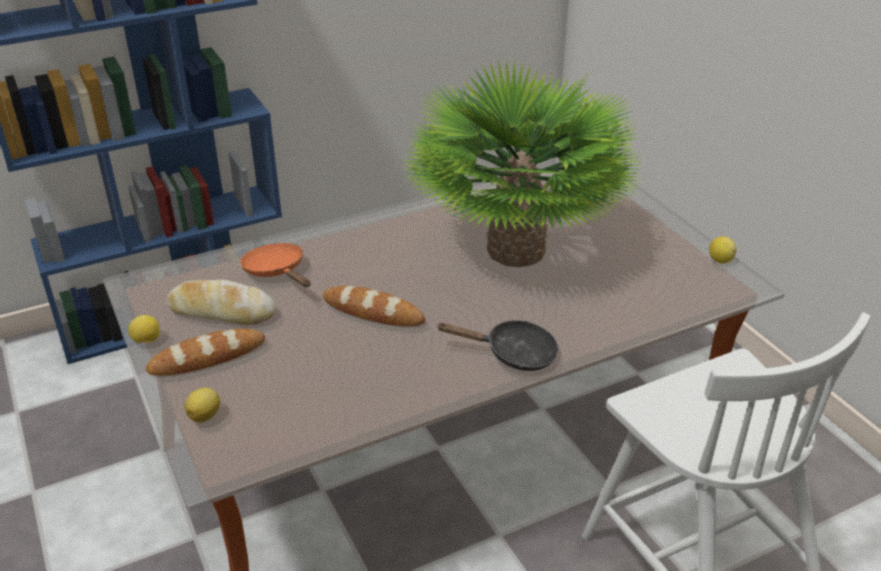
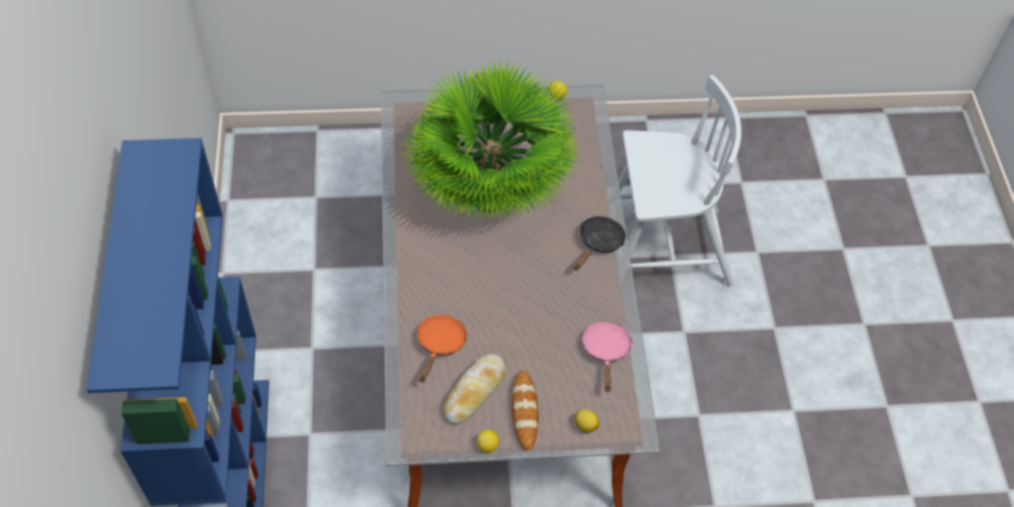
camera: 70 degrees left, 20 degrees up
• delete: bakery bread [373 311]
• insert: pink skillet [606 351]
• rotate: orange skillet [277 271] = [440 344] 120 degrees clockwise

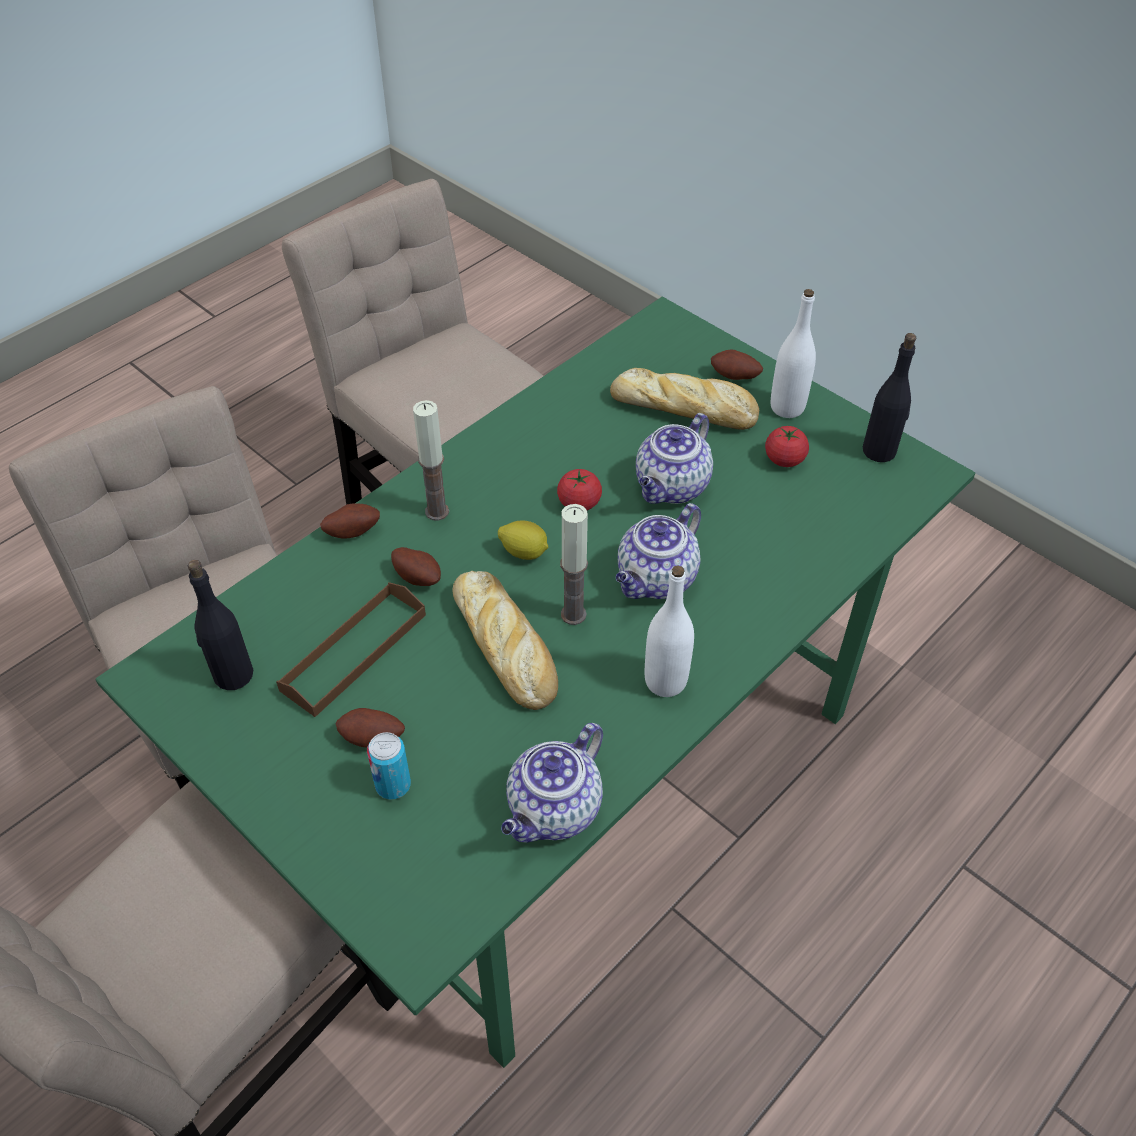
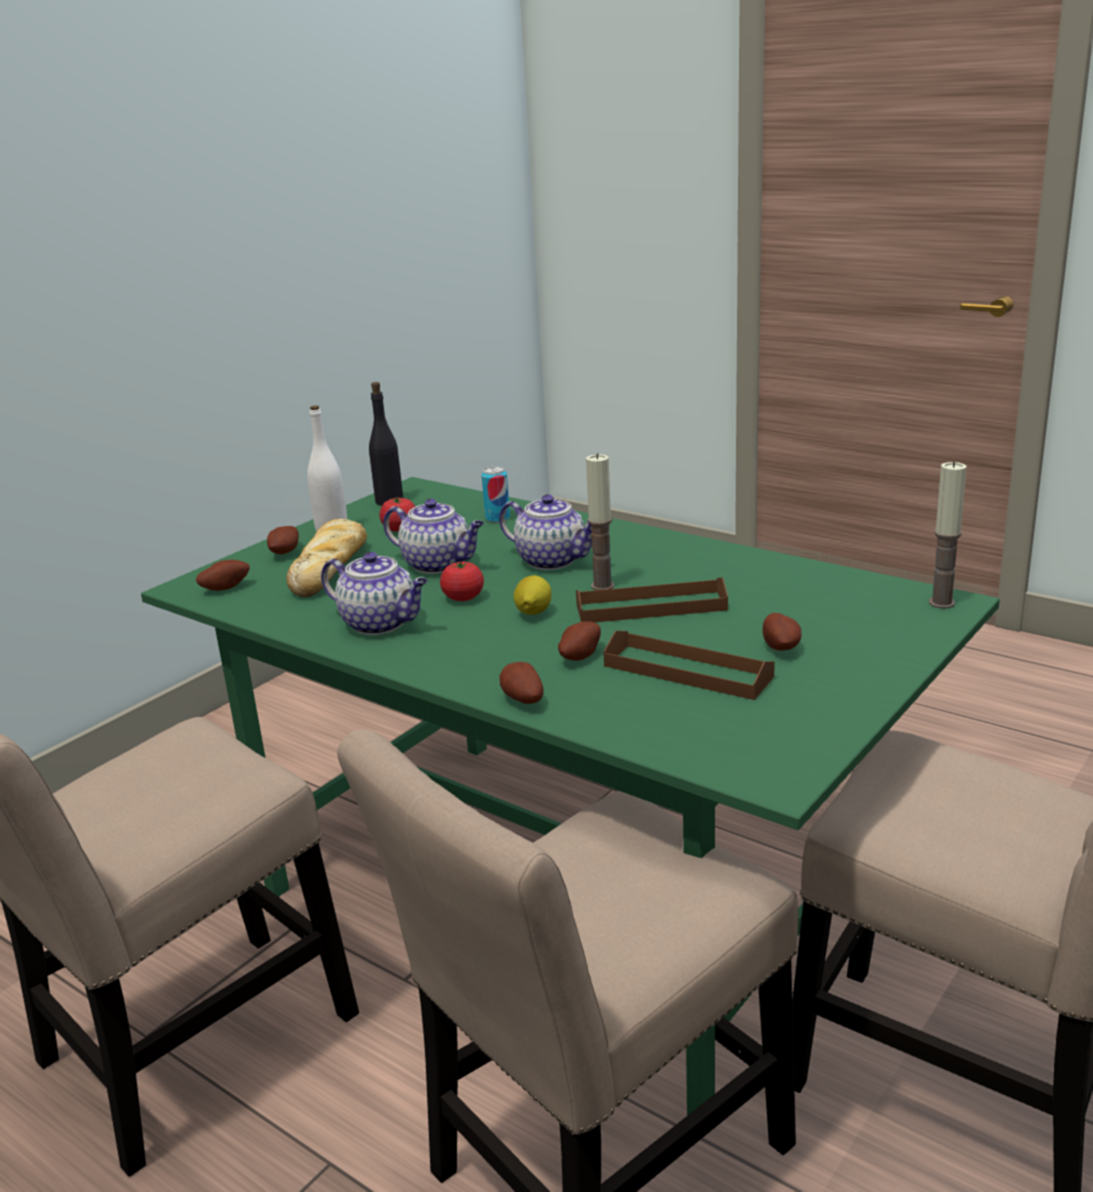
camera: 95 degrees left, 25 degrees down
• delete: black bottle [233 674]
• delete: whitish bottle [665 681]
• insert: whole potato [225 587]
• move: sealed can [393 785] to [497 518]
• move: wax light [437 511] to [942 603]
• move: teapot [554 811] to [381 623]
• replace: bakery bread [506 647] to brownish carrying tray [651 607]

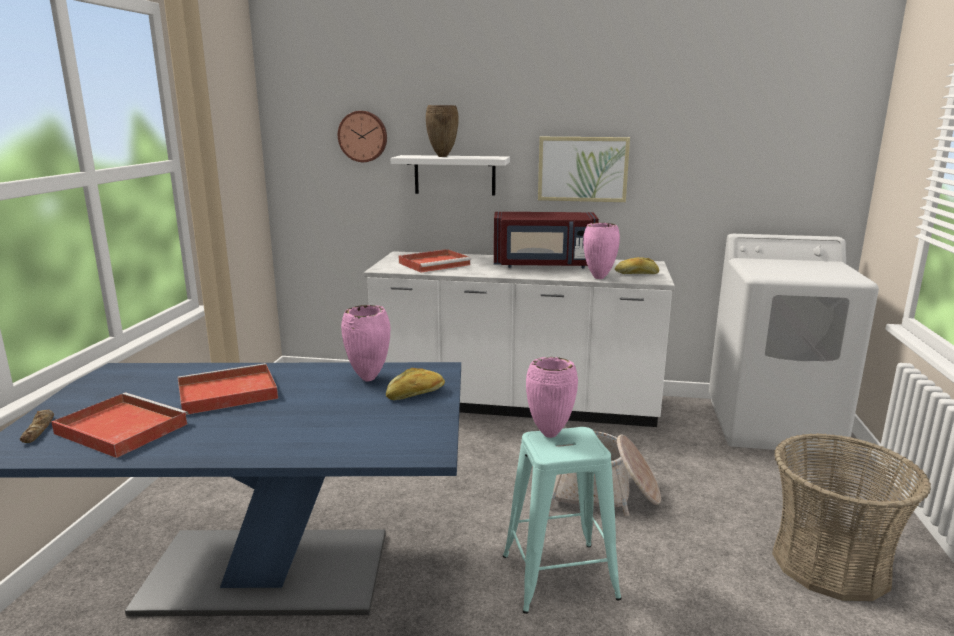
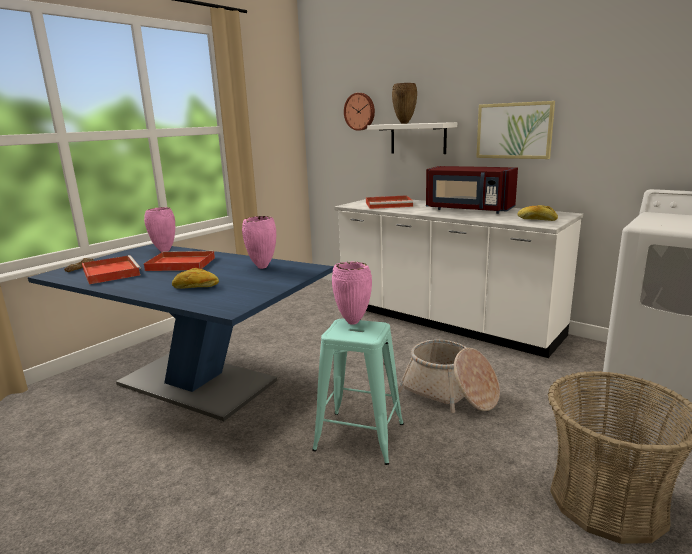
camera: 30 degrees right, 0 degrees up
• move: bakery bread [416 394] to [196 287]
• move: pink vase [598 278] to [164 251]

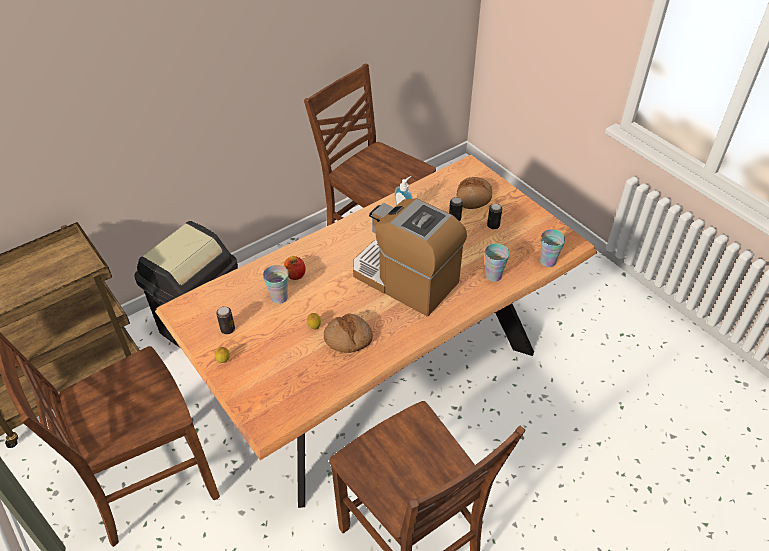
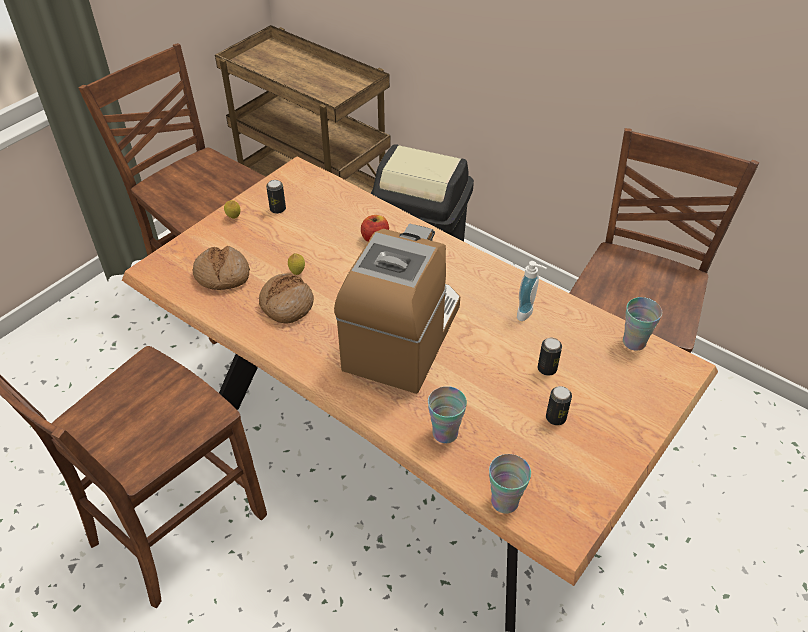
camera: 75 degrees right, 0 degrees up
• move: drinking cup [279 297] to [634 342]
• move: bakery bread [473 198] to [222 275]

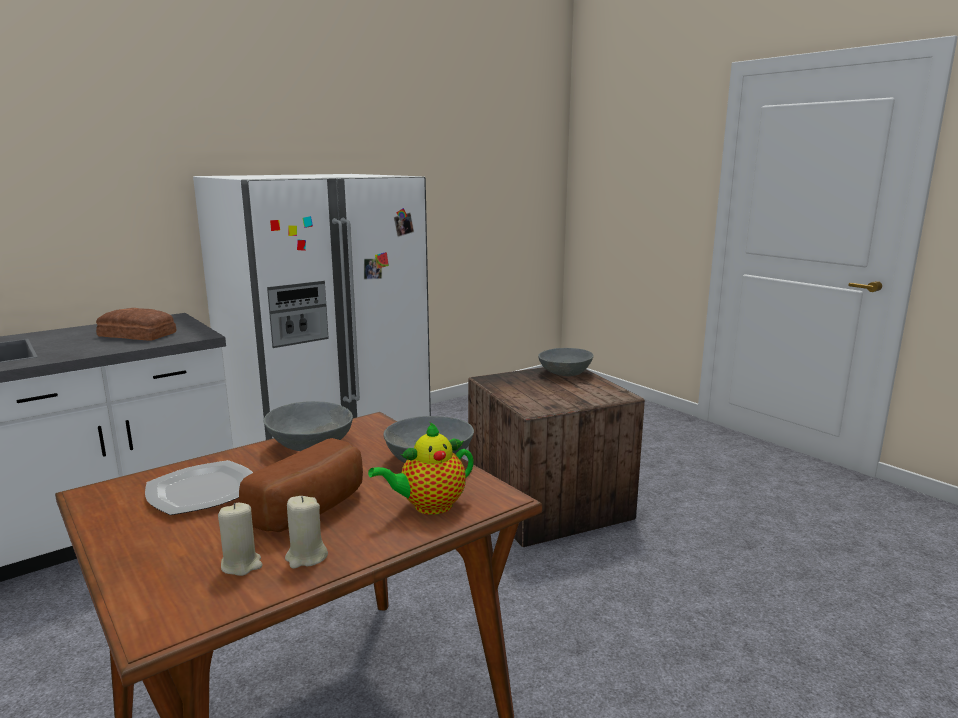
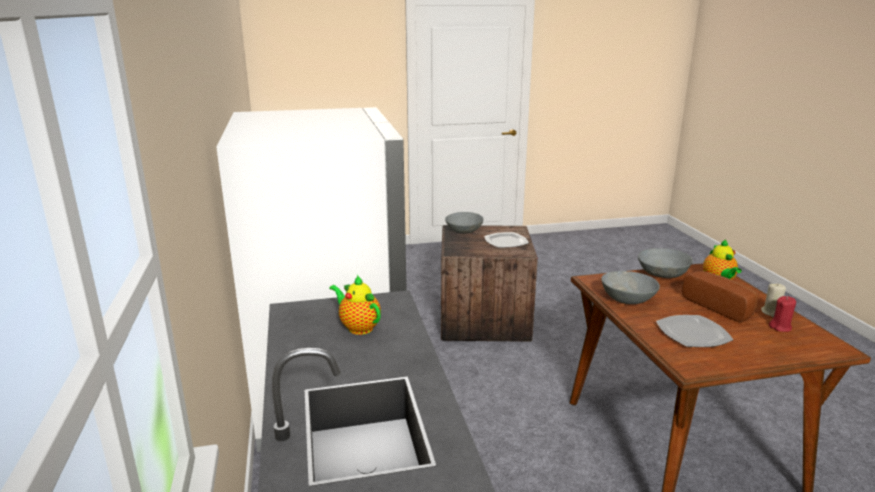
camera: 65 degrees left, 5 degrees up
• insert: flat dish [505 242]
• replace: bakery bread [137 335] to teapot [358 327]
• recolor: sand-coloured wax light [241 564] to red wax light [780 327]

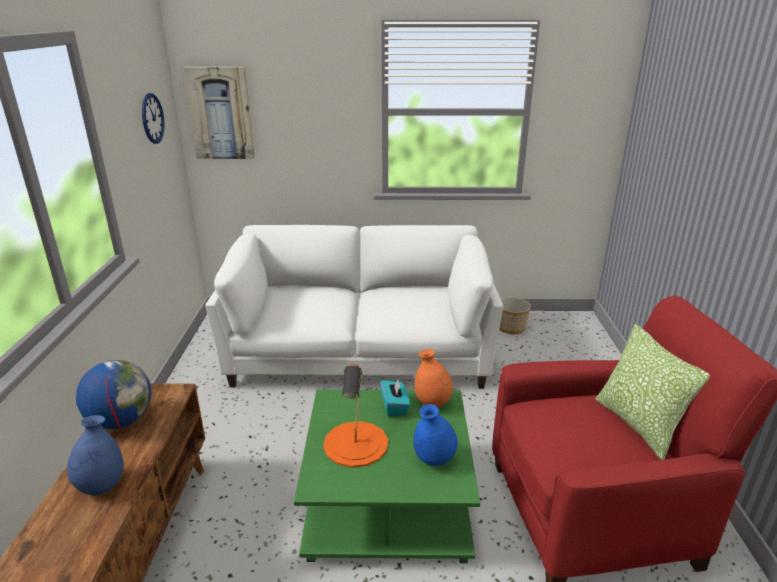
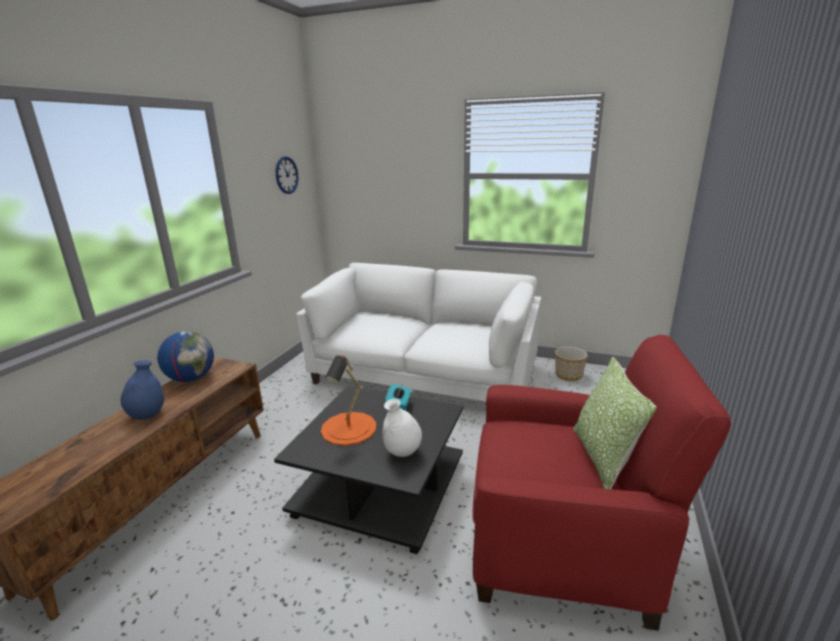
camera: 20 degrees right, 5 degrees down
• delete: wall art [220 113]
• delete: orange vase [432 403]
• recolor: green-coloured low table [389 499] to black low table [382 487]
• recolor: blue-coloured vase [434 459] to whitish vase [402 452]

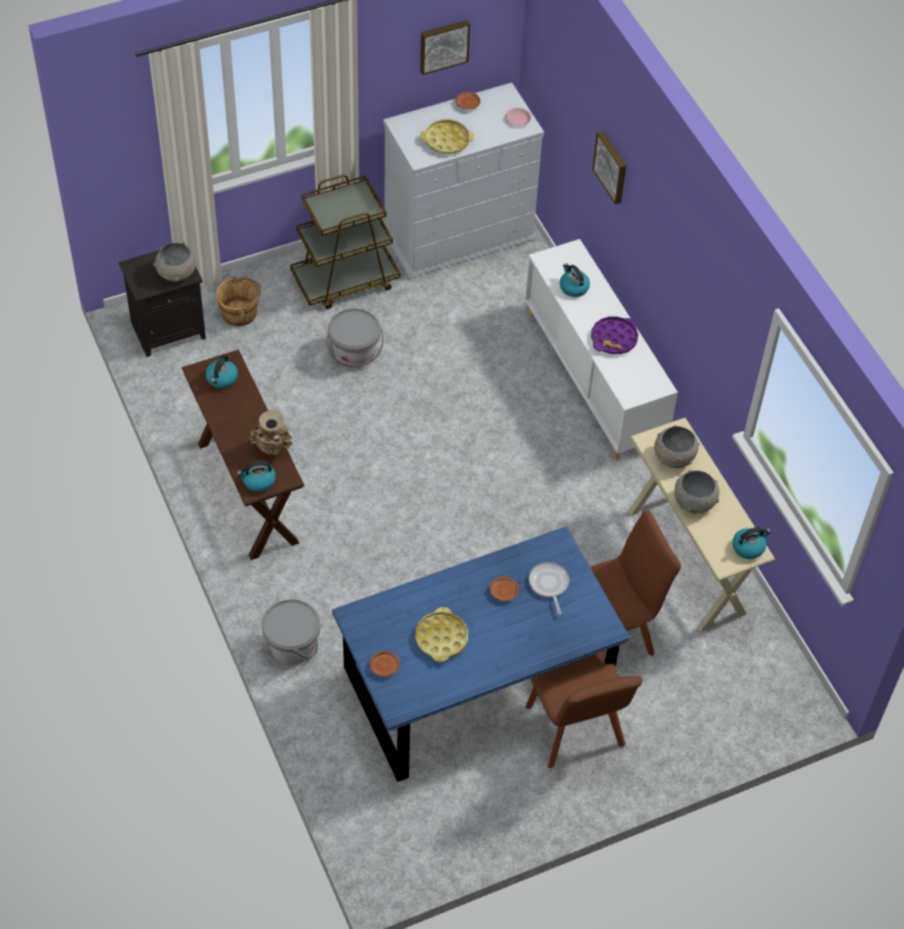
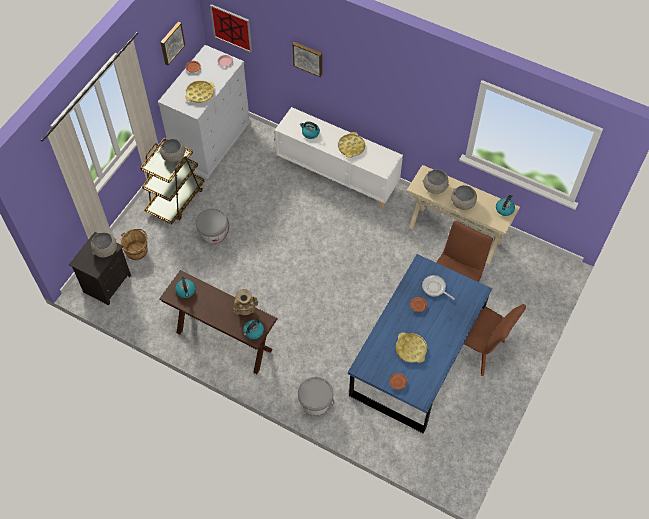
camera: 35 degrees left, 5 degrees up
• insert: grey deep dish [173 156]
• insert: wall art [231 28]
• recolor: purple-coloured carrying tray [614 339] to yellow carrying tray [351 147]

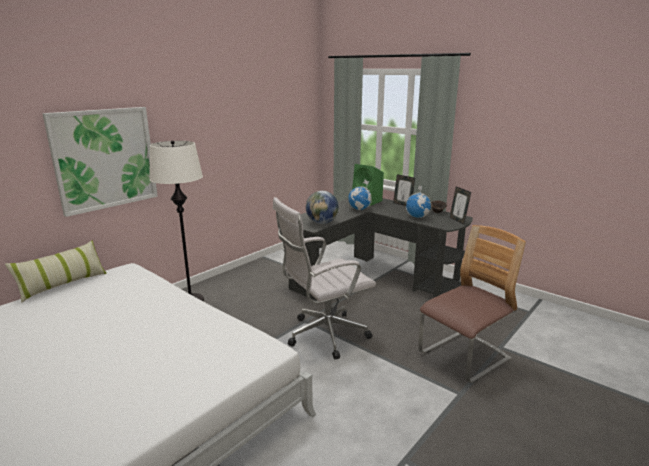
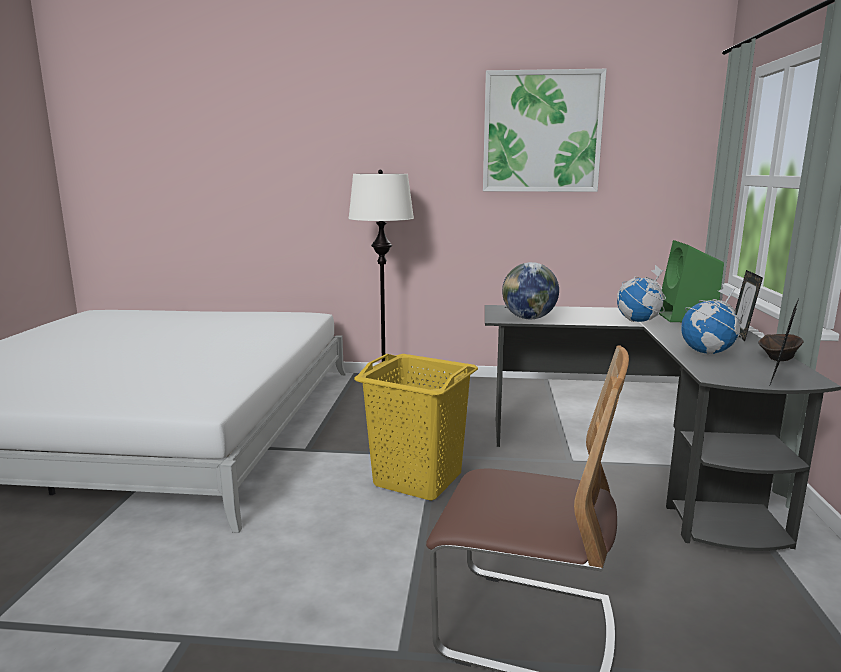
camera: 55 degrees right, 5 degrees down
• delete: cushion [63 284]
• move: wall art [105 159] to [542 132]
• replace: whitish computer chair [323 335] to yellow laundry basket [417 479]

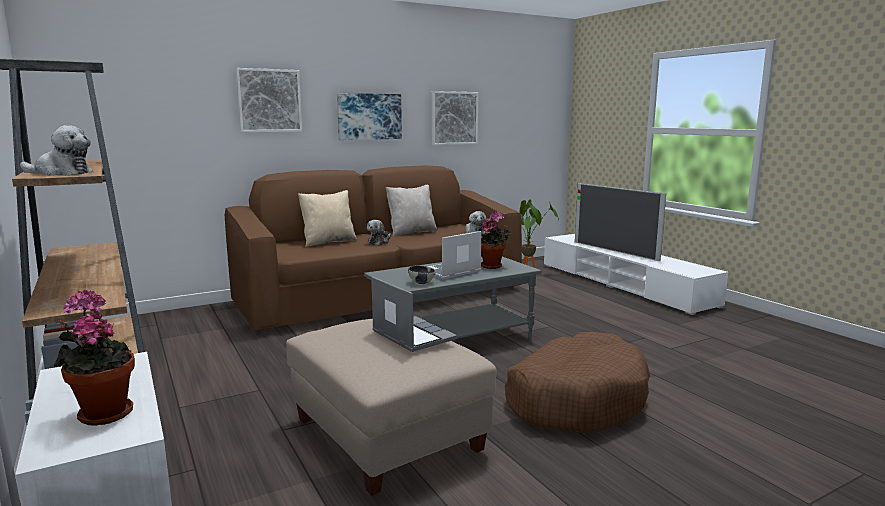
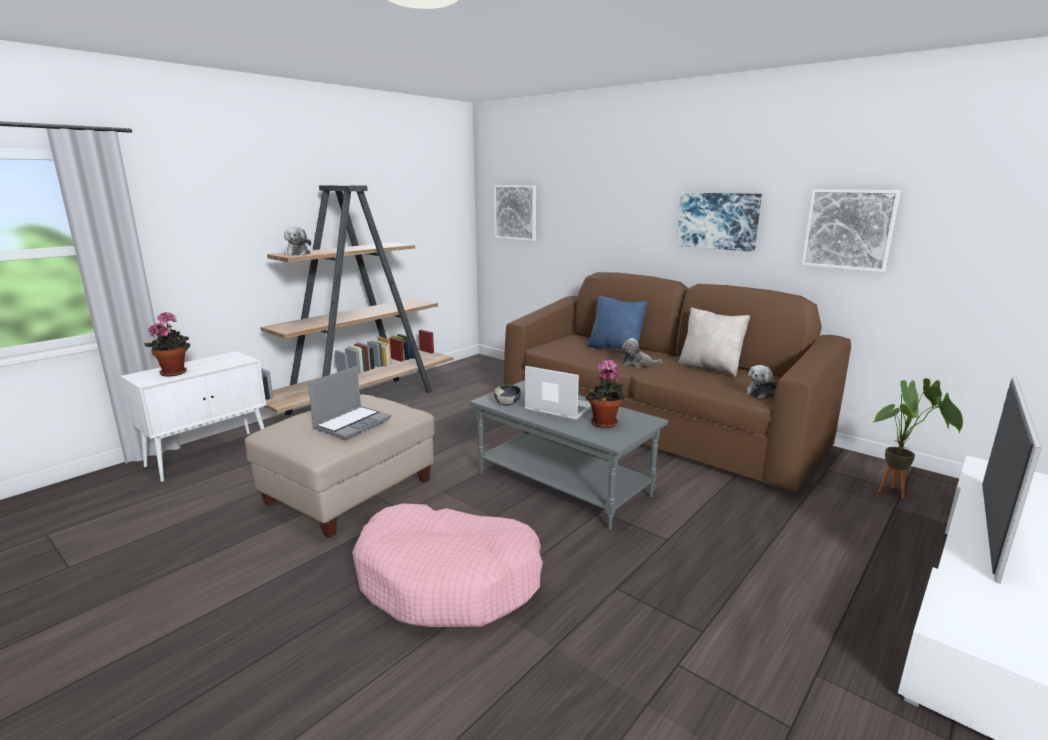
camera: 70 degrees right, 5 degrees up
• move: wall art [269 100] to [515 212]
• recolor: sand-coloured cushion [328 242] to blue-coloured cushion [615 350]
• recolor: brownish pet bed [575 399] to pink pet bed [449 580]

